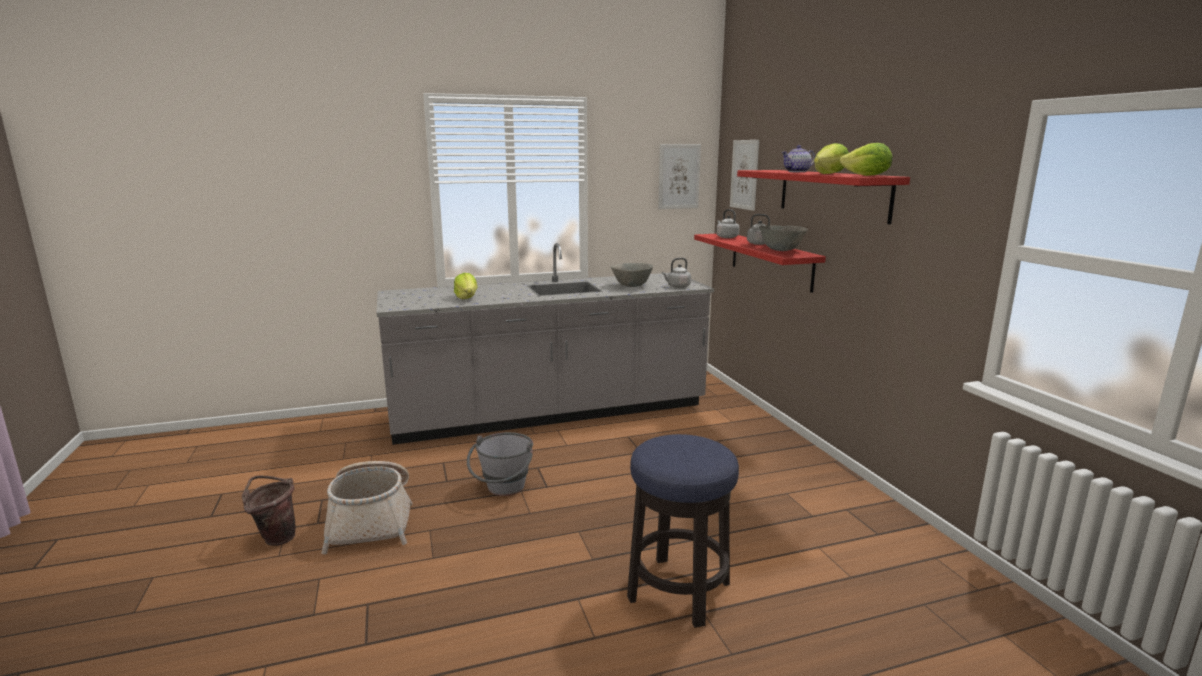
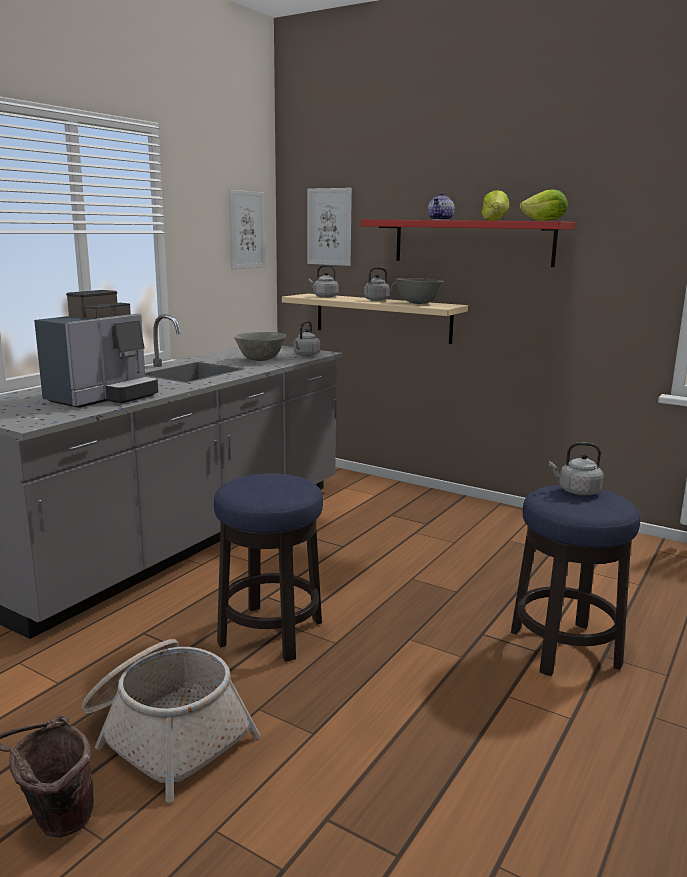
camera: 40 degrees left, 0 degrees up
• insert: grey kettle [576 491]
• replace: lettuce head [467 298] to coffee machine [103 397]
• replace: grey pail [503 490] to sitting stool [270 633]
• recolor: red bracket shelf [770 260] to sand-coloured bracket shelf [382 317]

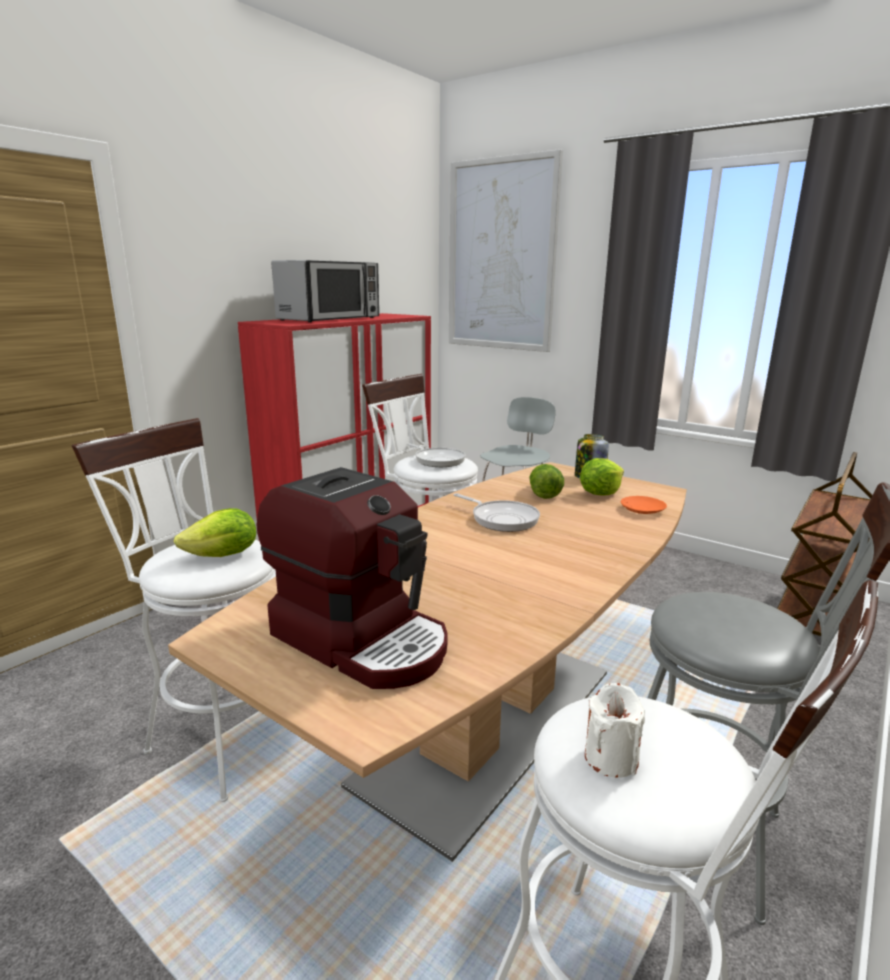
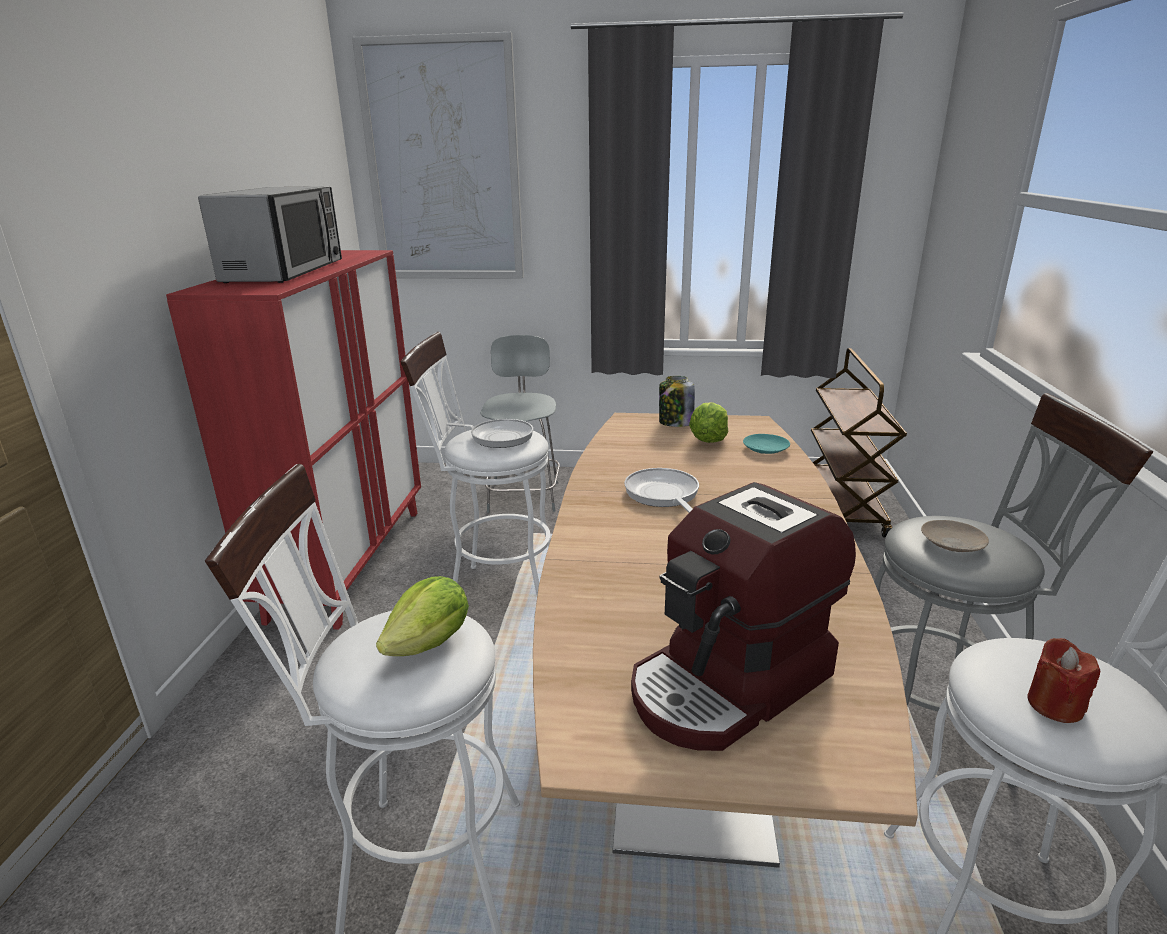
camera: 30 degrees left, 5 degrees up
• delete: lettuce head [544 493]
• insert: sand-coloured flat dish [952 543]
• recolor: whitish wax light [611 758] to red wax light [1054 705]
• recolor: orange flat dish [642 510] to turquoise-coloured flat dish [765 449]
• rotate: coffee machine [362 639] = [731 684] 135 degrees clockwise
• rotate: skillet [502 519] = [663 495] 120 degrees counterclockwise

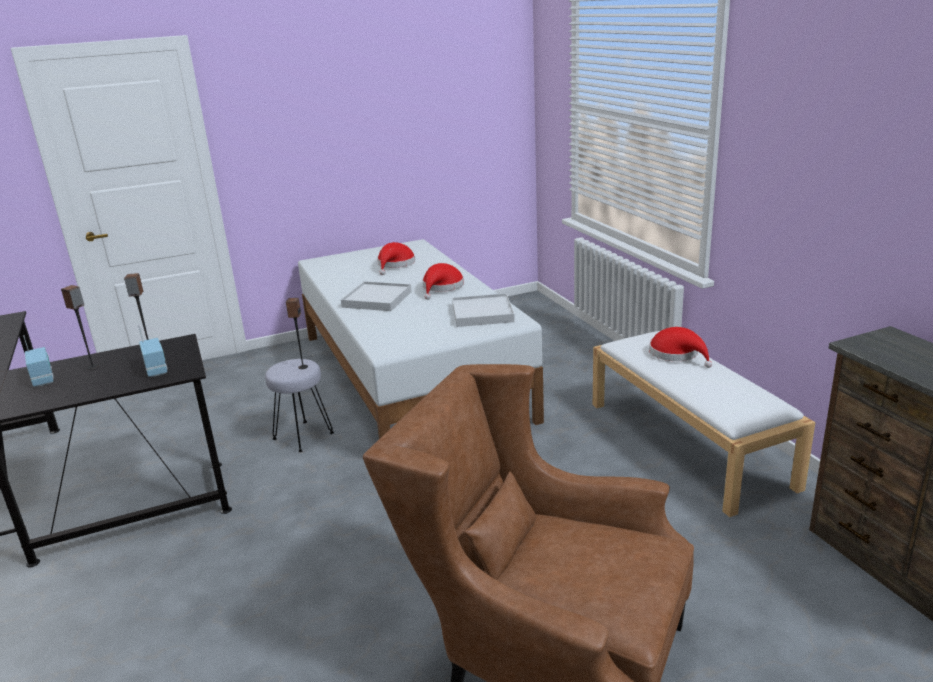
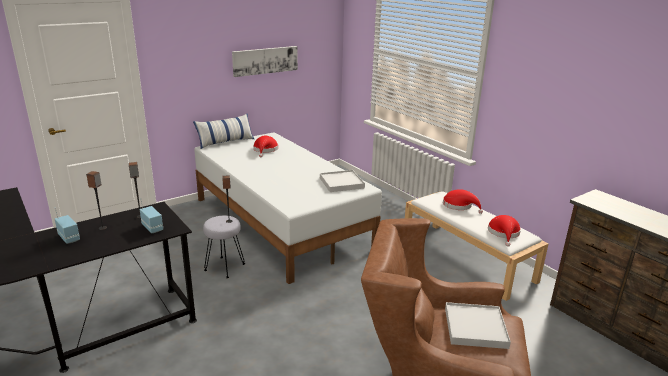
camera: 15 degrees left, 0 degrees up
• insert: cushion [225 142]
• insert: wall art [265 60]
• move: whitish carrying tray [377 299] to [475 328]
• move: red hat [442 287] to [504 233]

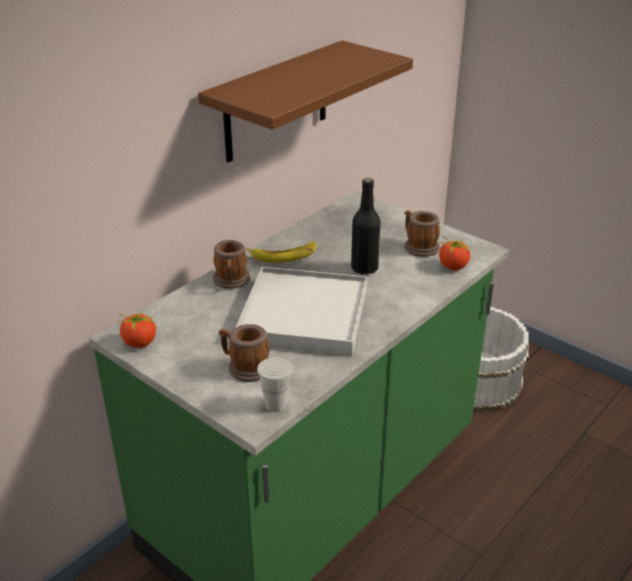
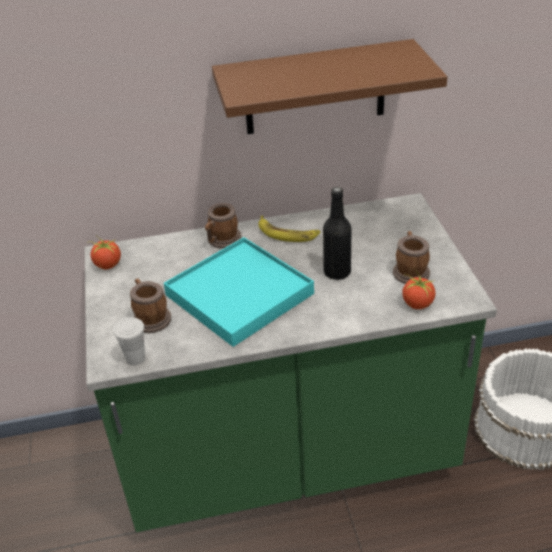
camera: 40 degrees right, 5 degrees up
• recolor: whitish carrying tray [303 315] to turquoise-coloured carrying tray [239 294]

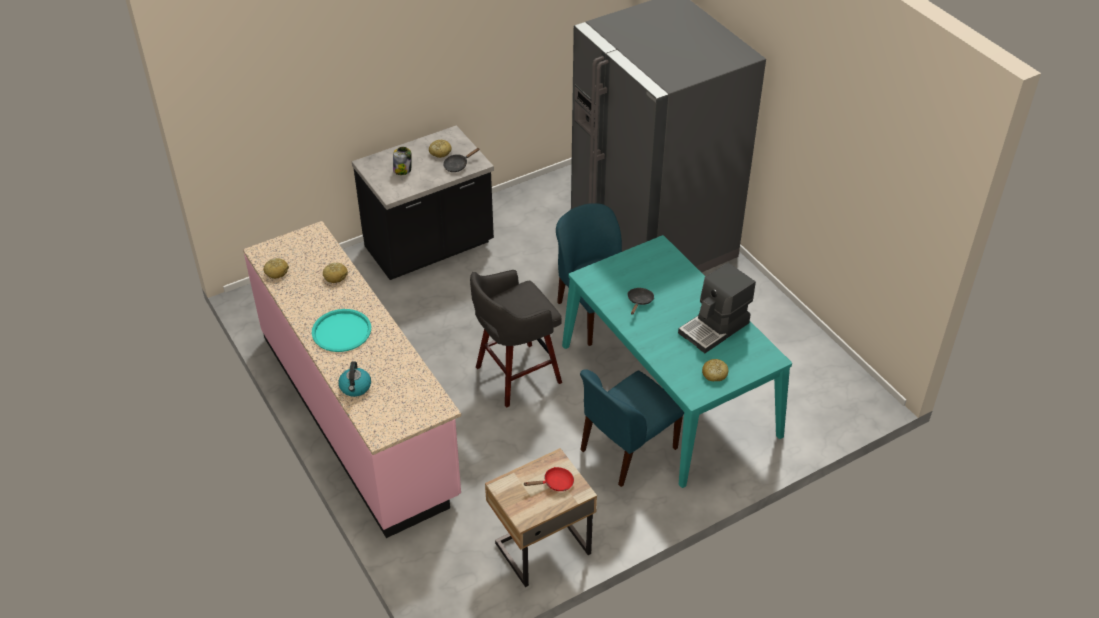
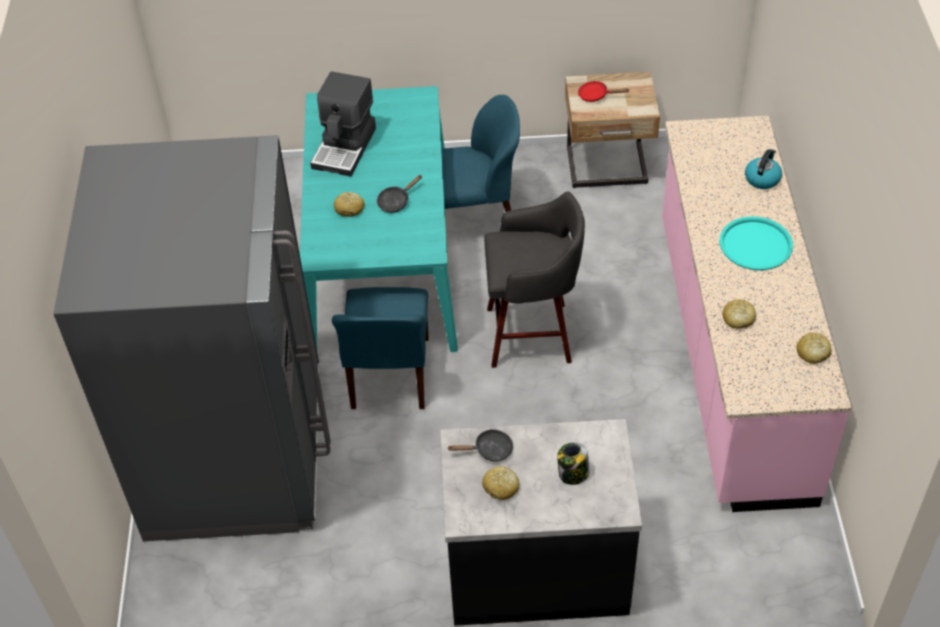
camera: 150 degrees left, 5 degrees up
• move: bakery bread [714 374] to [349 208]
• rotate: coffee machine [715 328] = [345 148] 120 degrees clockwise

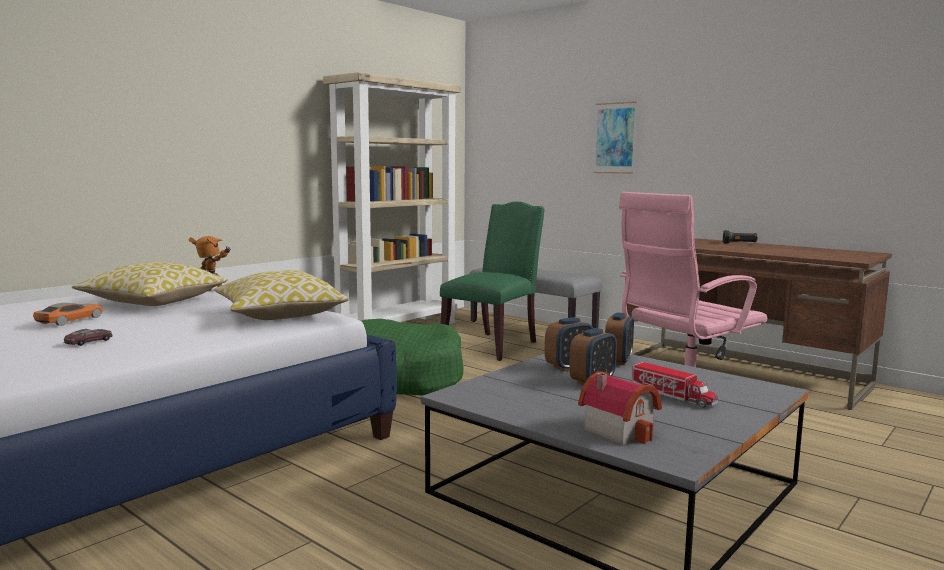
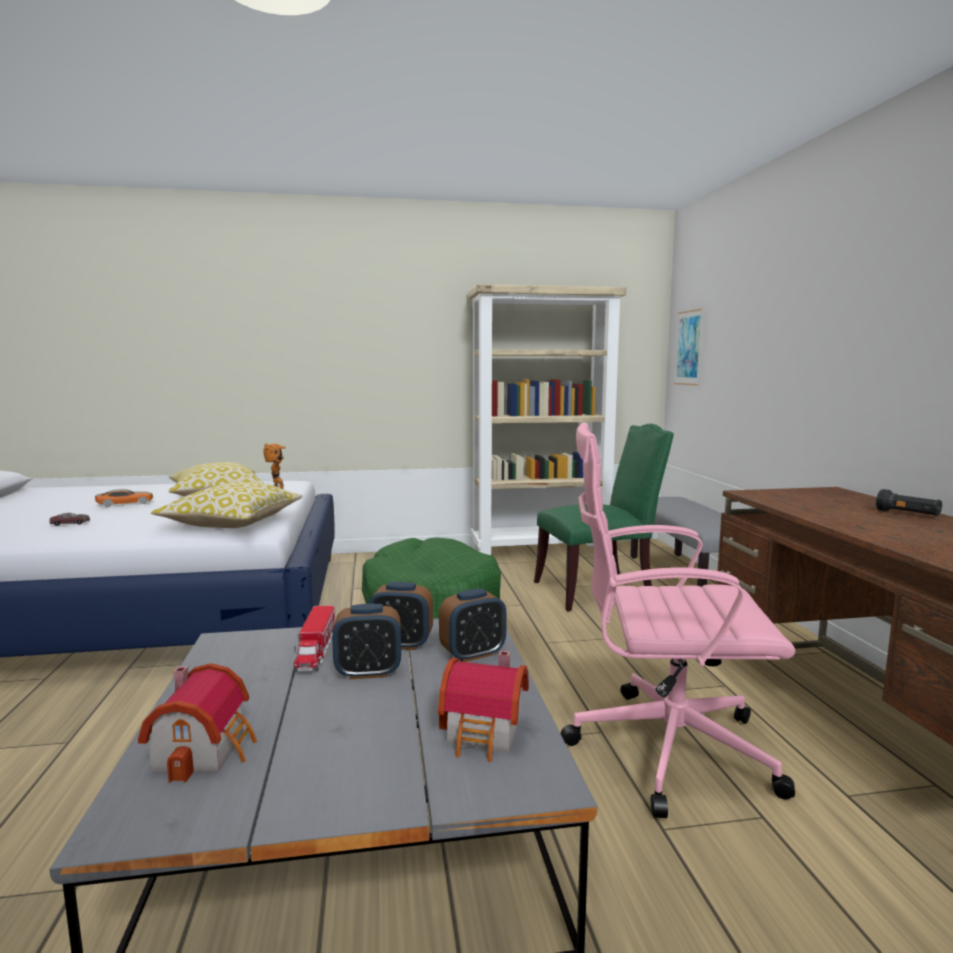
camera: 40 degrees right, 0 degrees up
• insert: miniature house [486 734]
• move: wall art [615 138] to [688 348]
• move: toy truck [672 396] to [316 650]

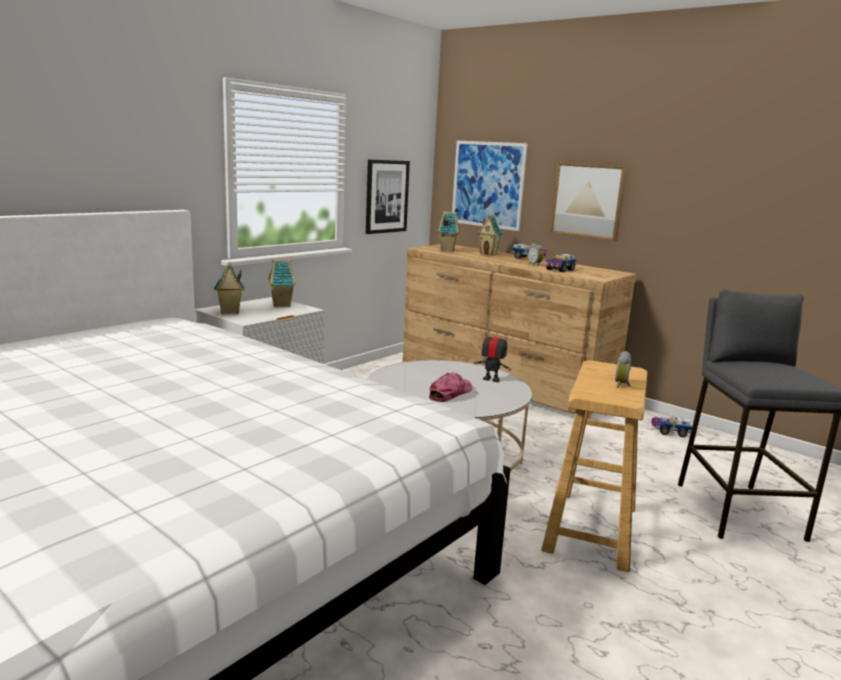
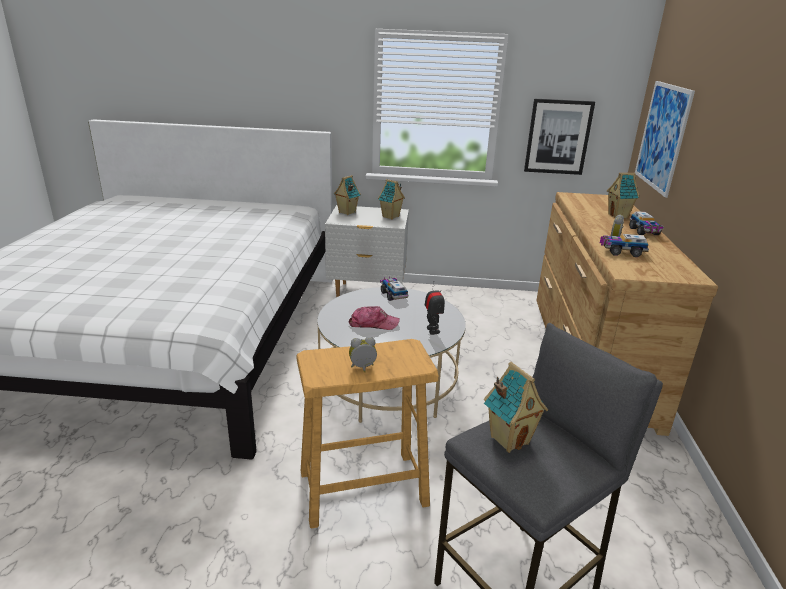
camera: 55 degrees right, 10 degrees up
• delete: wall art [588 200]
• move: miniature house [446 250] to [509 439]
• move: toy truck [670 432] to [393 294]

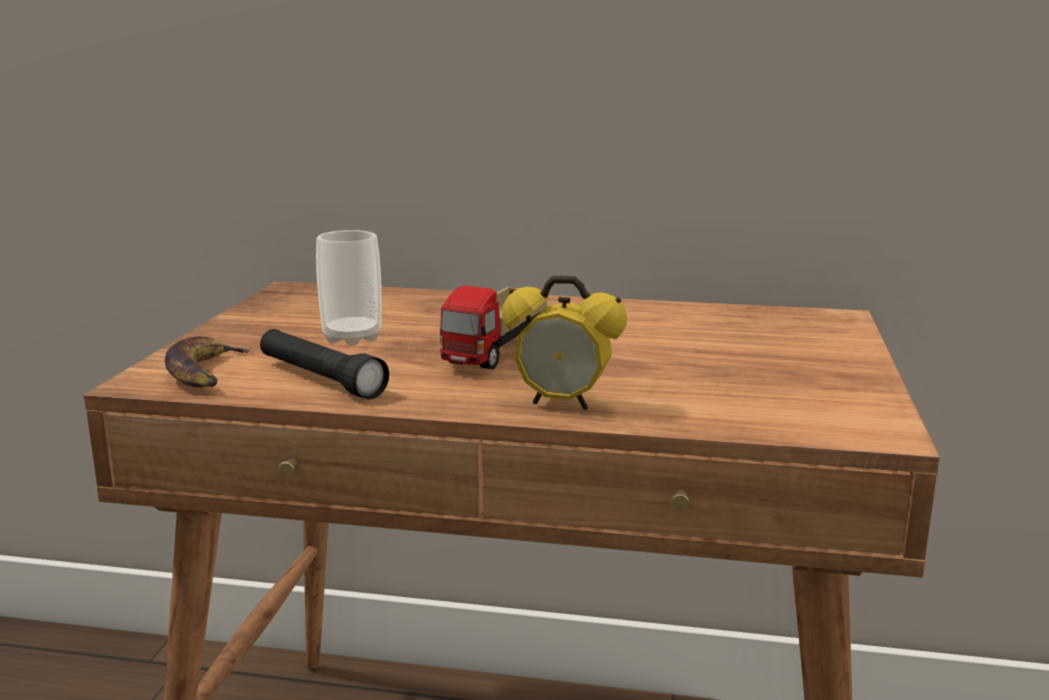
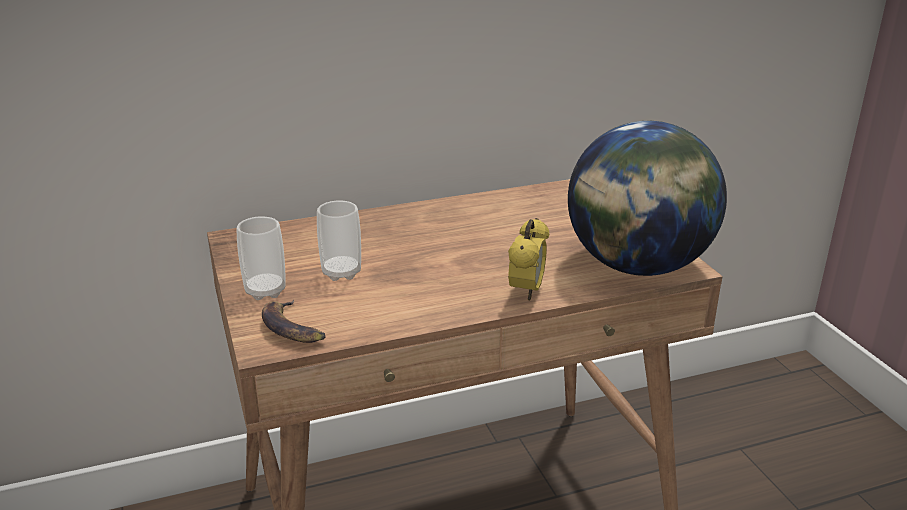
camera: 30 degrees left, 10 degrees up
• delete: black torch [320 379]
• delete: toy truck [496 352]
• insert: drinking cup [265 291]
• insert: globe [637 266]
• rotate: table clock [562 403] = [526 291] 60 degrees counterclockwise

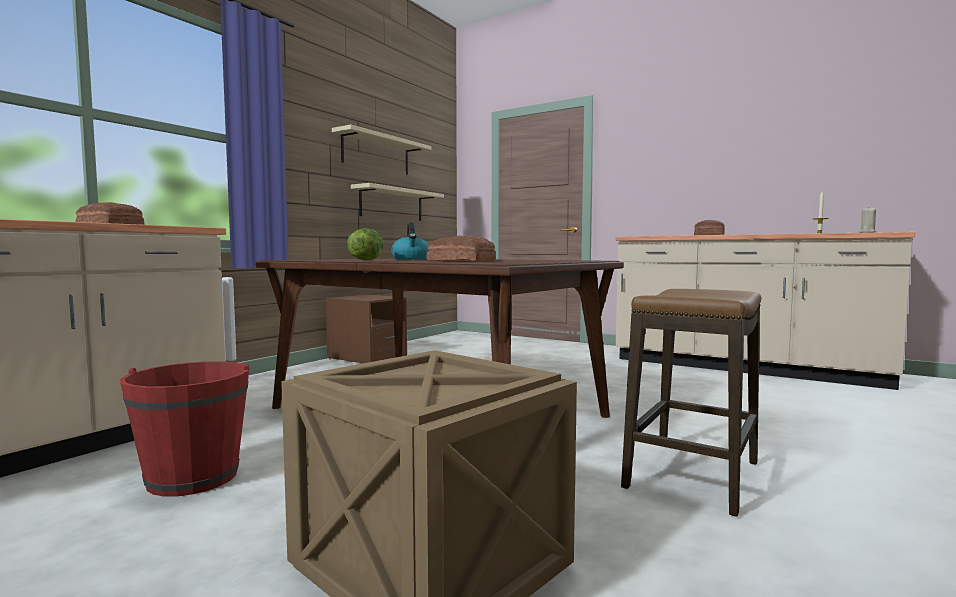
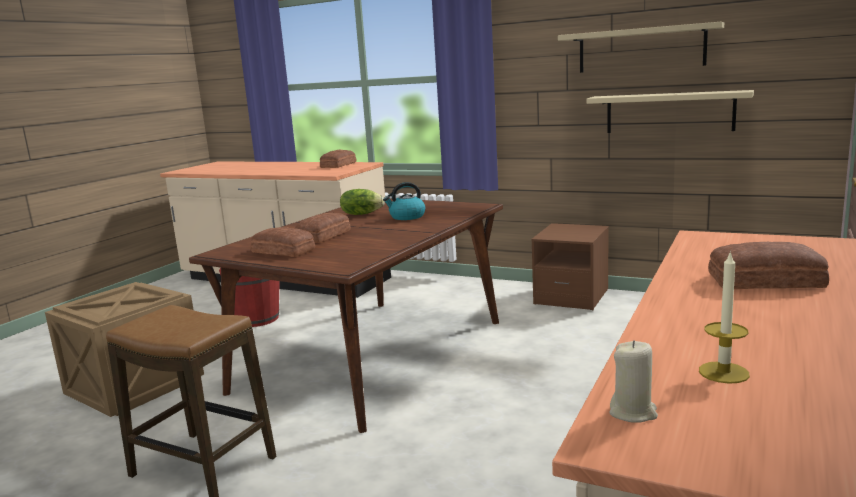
camera: 85 degrees right, 10 degrees up
• insert: bakery bread [283 250]

